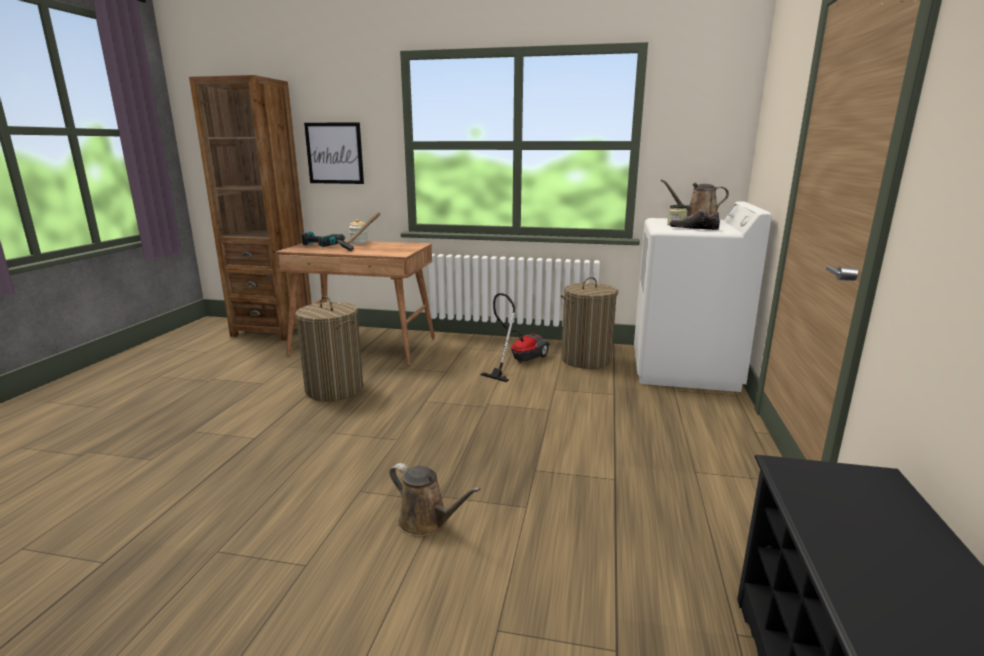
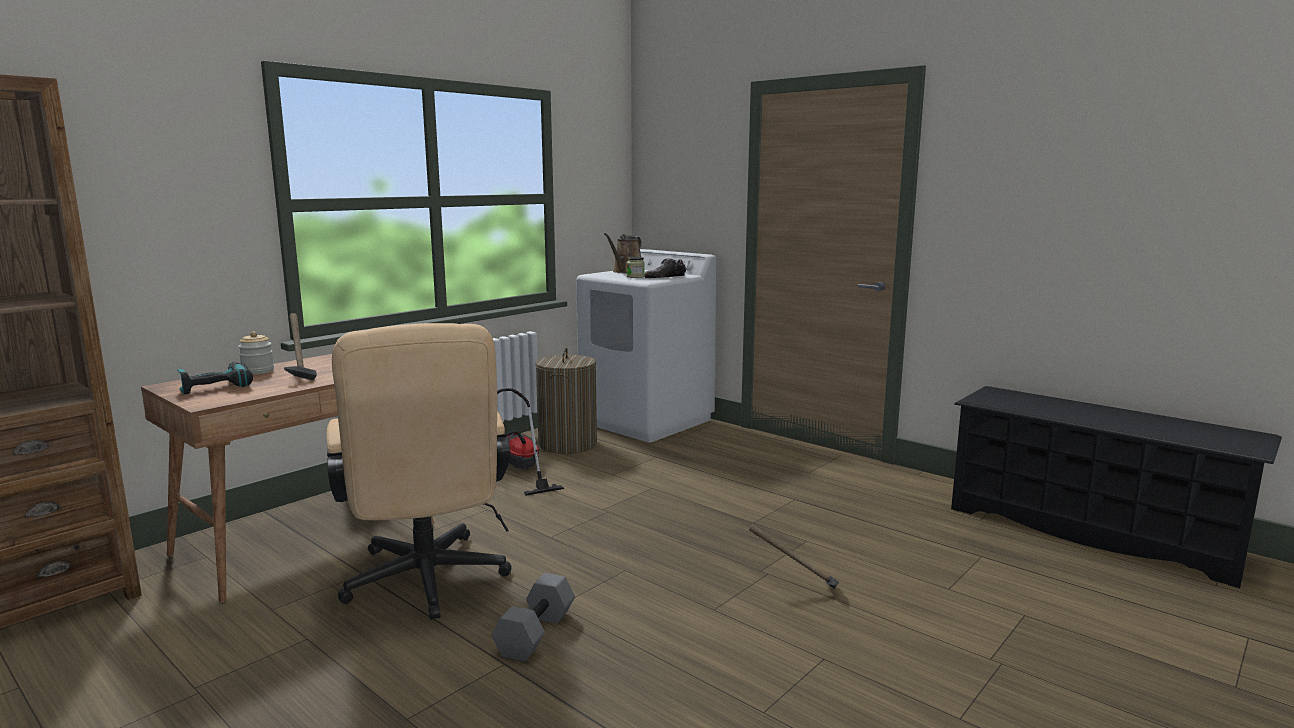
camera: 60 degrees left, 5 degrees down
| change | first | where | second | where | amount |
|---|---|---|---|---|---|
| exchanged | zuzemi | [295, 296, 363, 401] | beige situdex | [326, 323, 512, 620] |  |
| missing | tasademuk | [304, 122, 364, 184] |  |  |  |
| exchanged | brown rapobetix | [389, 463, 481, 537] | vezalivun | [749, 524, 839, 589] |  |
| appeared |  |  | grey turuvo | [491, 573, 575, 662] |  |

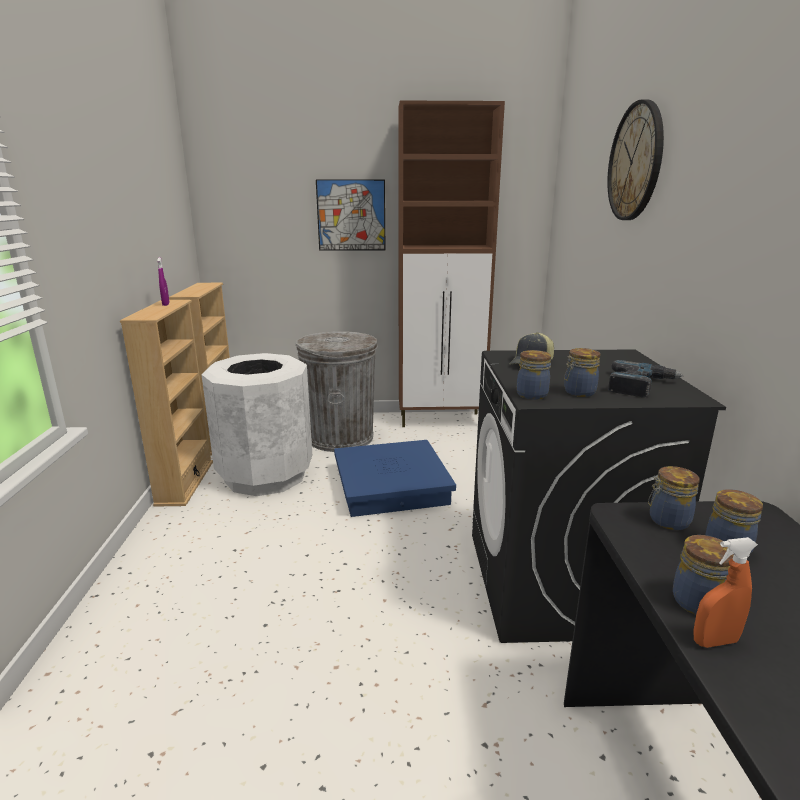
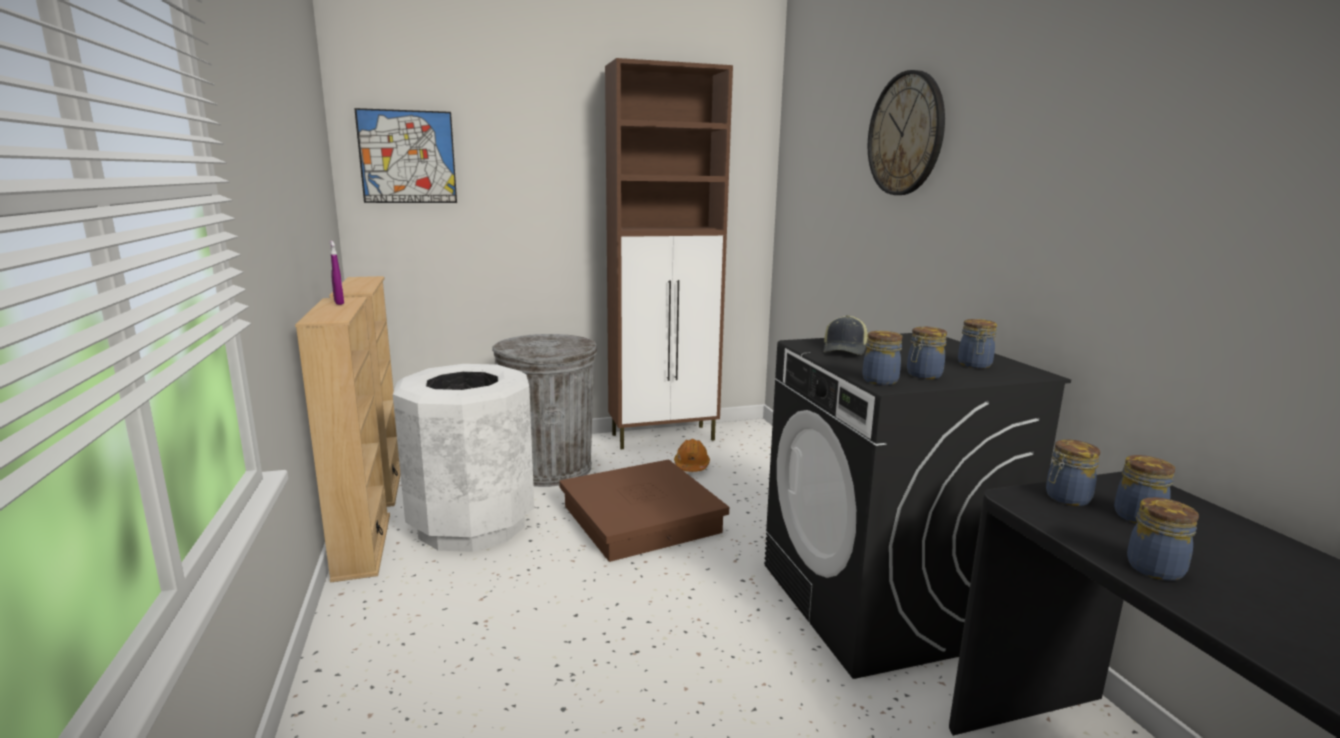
camera: 15 degrees left, 5 degrees down
| change | first | where | second | where | amount |
|---|---|---|---|---|---|
| relocated | tasademuk | [316, 179, 386, 251] |  | [354, 108, 457, 203] |  |
| colour | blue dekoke | [334, 440, 456, 517] | brown dekoke | [559, 460, 729, 562] |  |
| exchanged | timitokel | [608, 360, 684, 397] | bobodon | [958, 319, 997, 369] |  |
| missing | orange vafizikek | [693, 537, 758, 648] |  |  |  |
| appeared |  |  | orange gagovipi | [674, 439, 710, 472] |  |

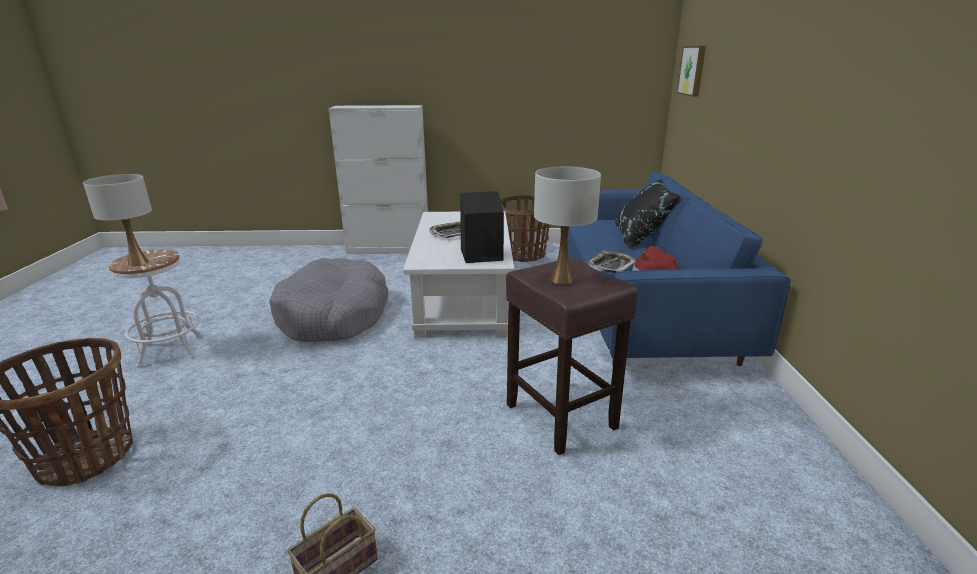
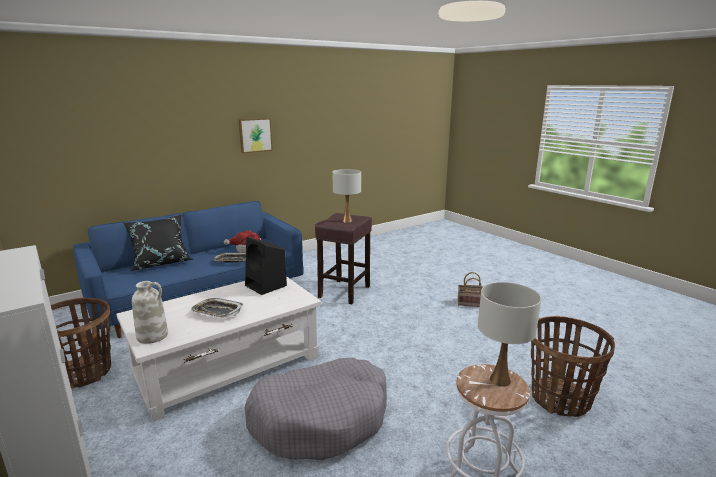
camera: 125 degrees left, 5 degrees down
| change | first | where | second | where | amount |
|---|---|---|---|---|---|
| relocated | tasademuk | [677, 46, 706, 97] |  | [239, 118, 273, 153] |  |
| appeared |  |  | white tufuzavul | [132, 281, 168, 344] |  |

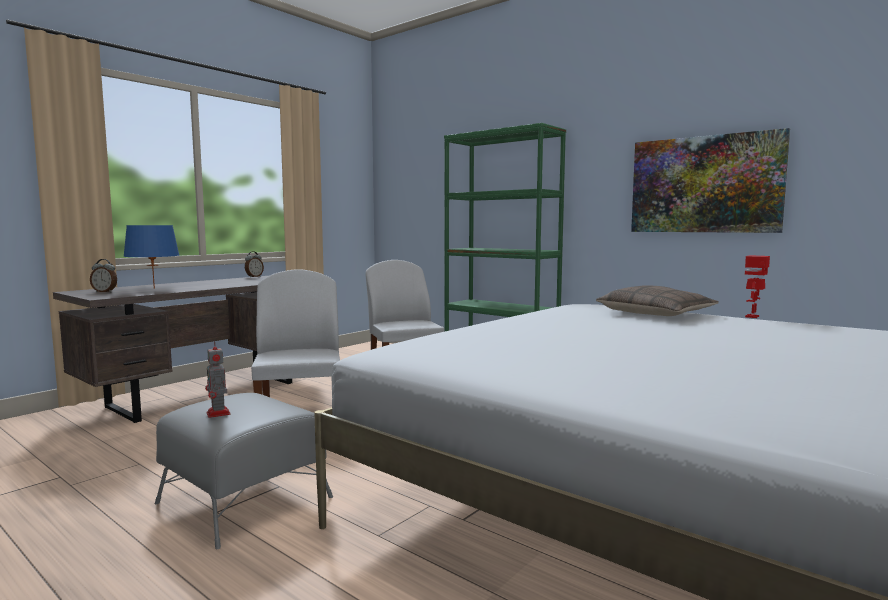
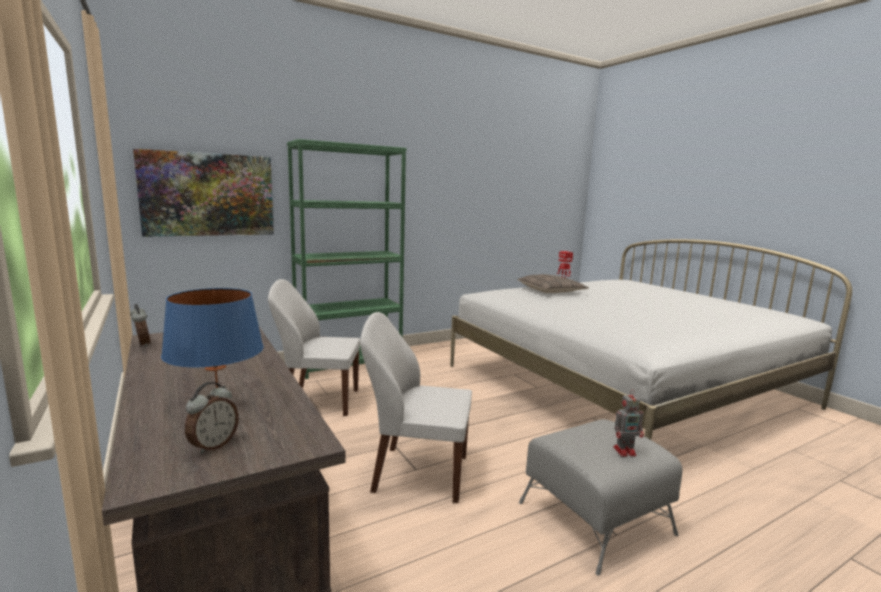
camera: 70 degrees left, 5 degrees up
| change | first | where | second | where | amount |
|---|---|---|---|---|---|
| relocated | tasademuk | [631, 128, 790, 233] |  | [133, 149, 274, 237] |  |

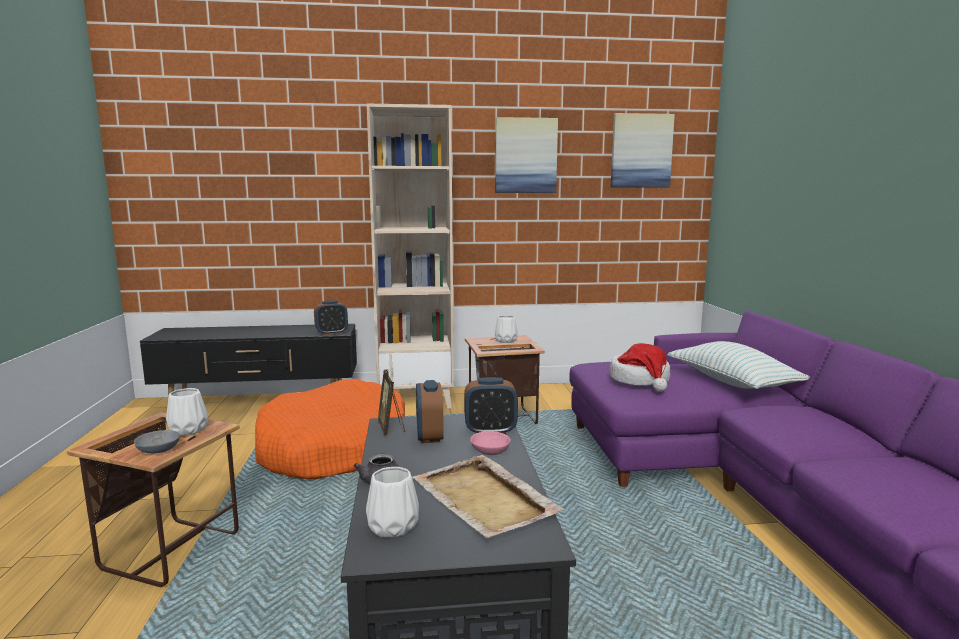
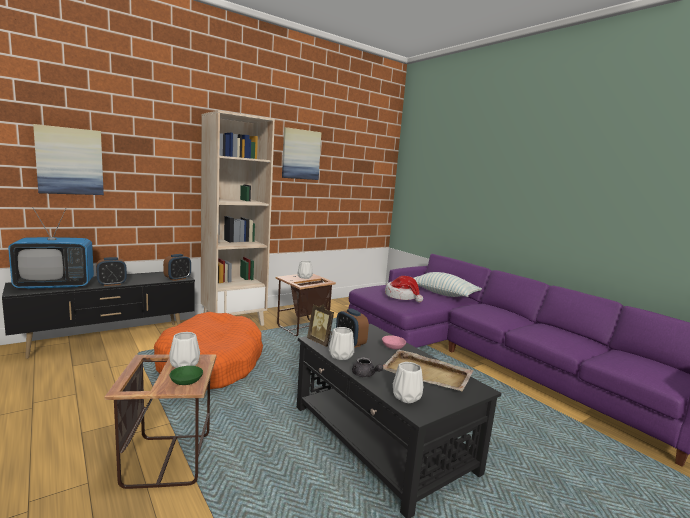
camera: 30 degrees left, 0 degrees up
| change | first | where | second | where | amount |
|---|---|---|---|---|---|
| colour | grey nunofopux | [134, 430, 180, 453] | green nunofopux | [169, 366, 203, 385] |  |
| relocated | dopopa | [464, 377, 518, 434] |  | [96, 257, 127, 286] |  |
| relocated | tasademuk | [611, 113, 675, 188] |  | [33, 124, 104, 195] |  |
| appeared |  |  | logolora | [8, 207, 94, 289] |  |
| appeared |  |  | white tufuzavul | [329, 327, 354, 360] |  |

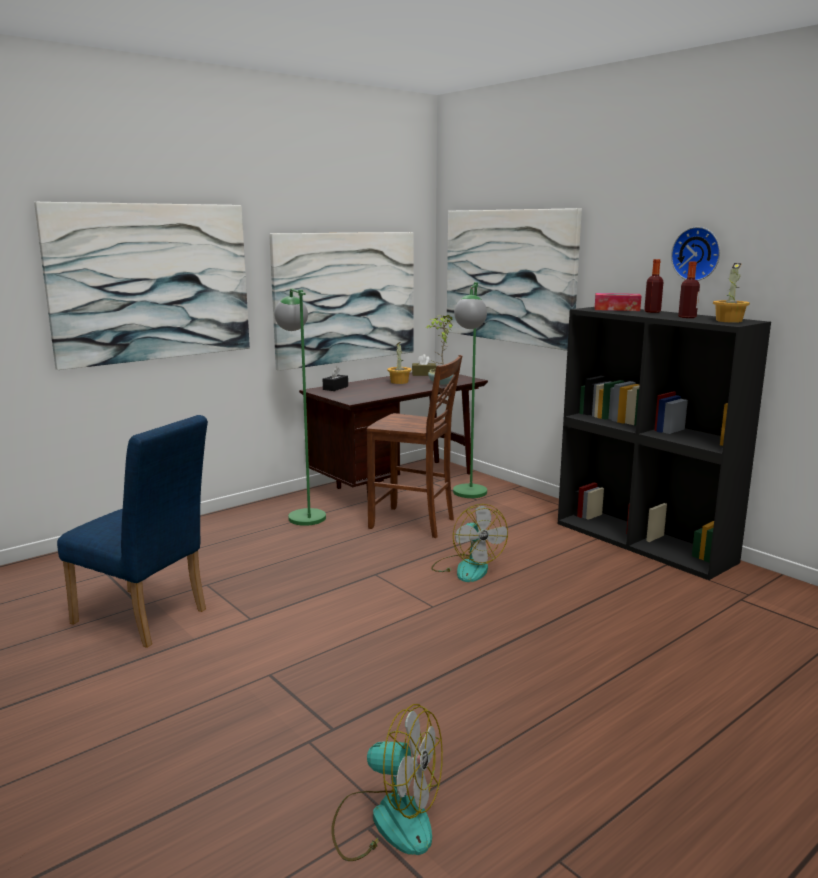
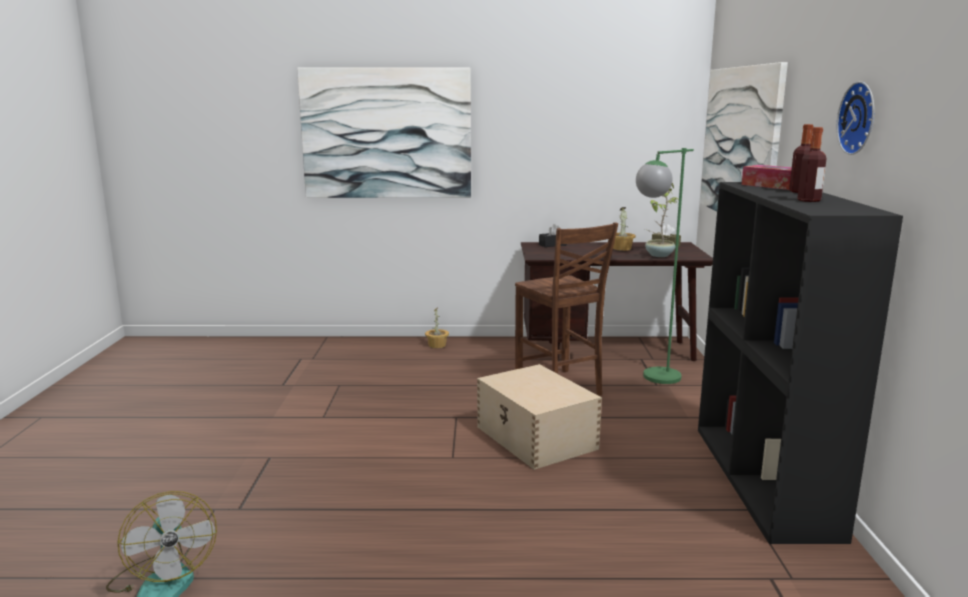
camera: 40 degrees right, 0 degrees up
| change | first | where | second | where | amount |
|---|---|---|---|---|---|
| missing | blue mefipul | [57, 415, 208, 648] |  |  |  |
| missing | tasademuk | [269, 232, 414, 371] |  |  |  |
| missing | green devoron | [274, 288, 326, 526] |  |  |  |
| exchanged | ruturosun | [431, 504, 508, 582] | beige dekoke | [477, 364, 602, 470] |  |
| relocated | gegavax | [713, 263, 750, 323] |  | [425, 307, 449, 348] |  |

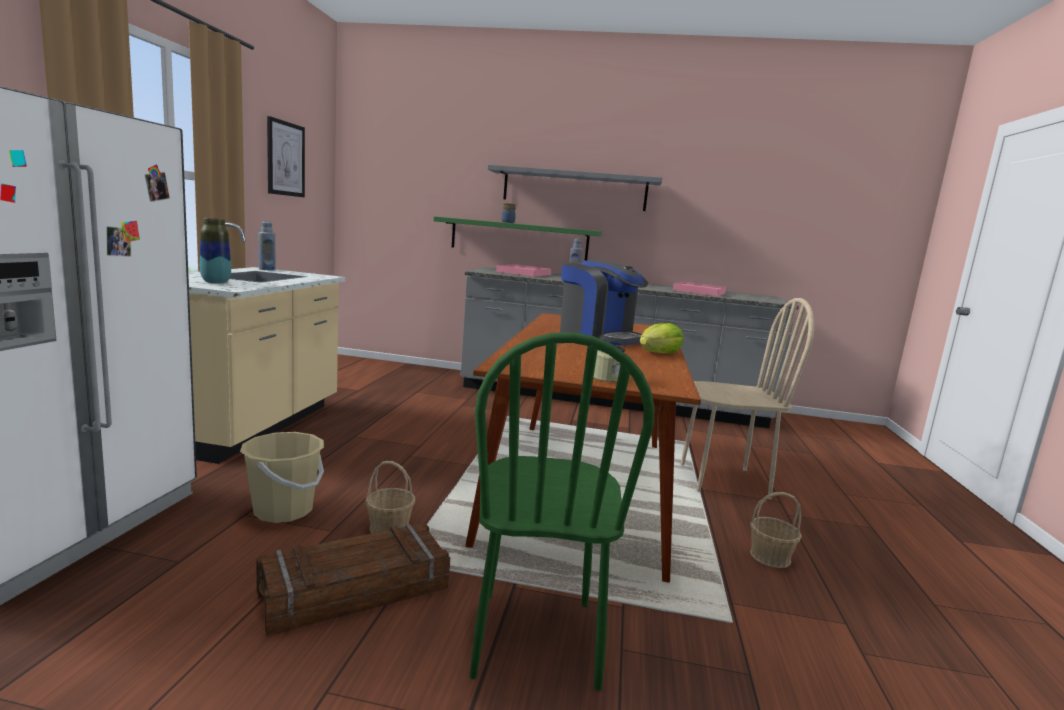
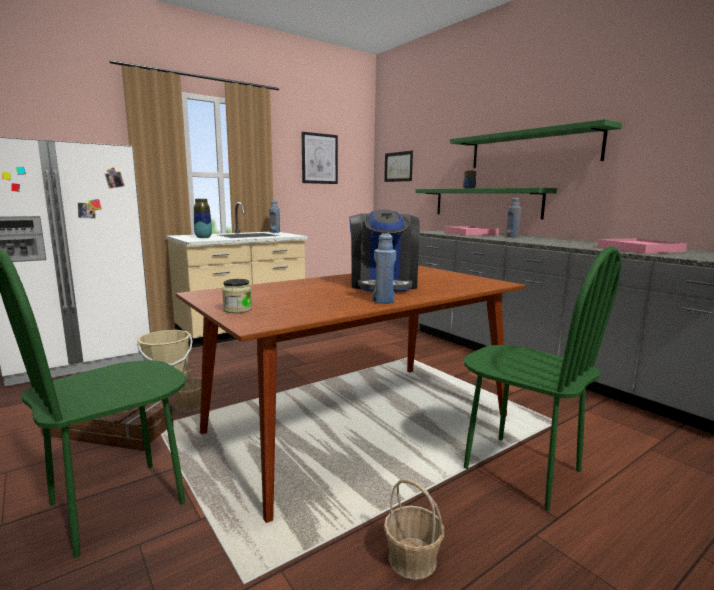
camera: 45 degrees right, 0 degrees up
| change | first | where | second | where | amount |
|---|---|---|---|---|---|
| colour | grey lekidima | [488, 165, 662, 211] | green lekidima | [450, 119, 622, 168] |  |
| exchanged | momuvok | [640, 323, 683, 353] | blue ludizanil | [373, 233, 396, 304] |  |
| colour | beige mefipul | [680, 298, 814, 499] | green mefipul | [464, 246, 621, 511] |  |
| appeared |  |  | tasademuk | [384, 151, 413, 182] |  |

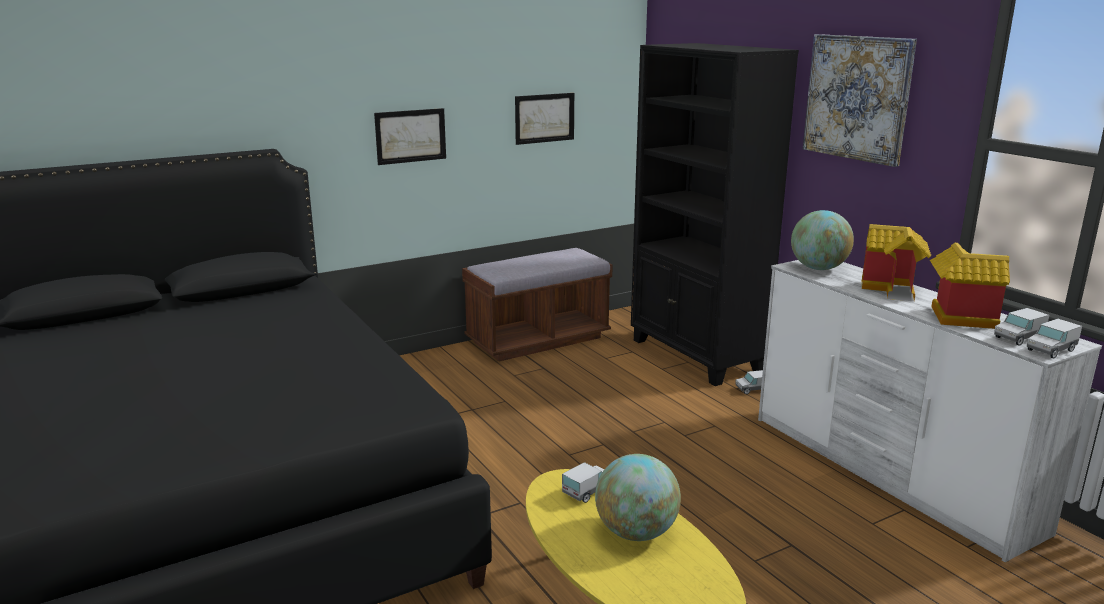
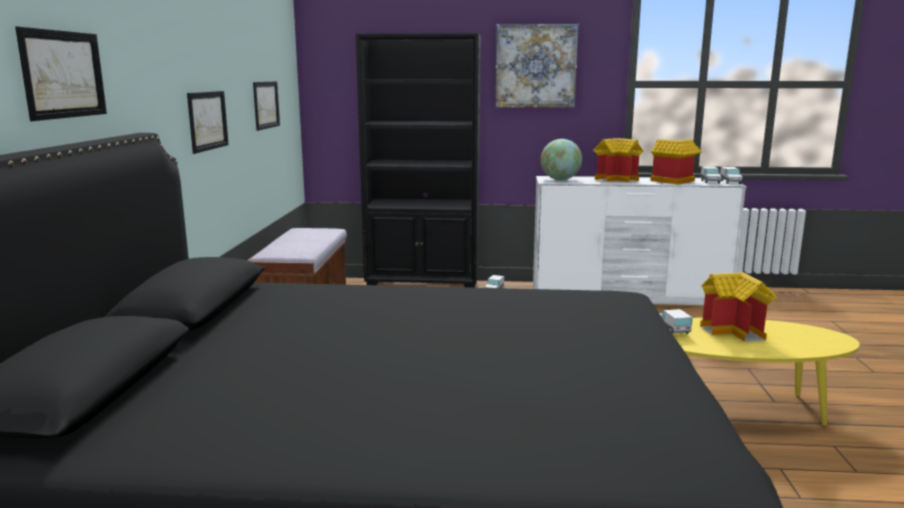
camera: 55 degrees left, 5 degrees down
| change | first | where | second | where | amount |
|---|---|---|---|---|---|
| exchanged | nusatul | [595, 454, 681, 541] | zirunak | [700, 272, 777, 342] |  |
| appeared |  |  | tasademuk | [15, 27, 107, 121] |  |

